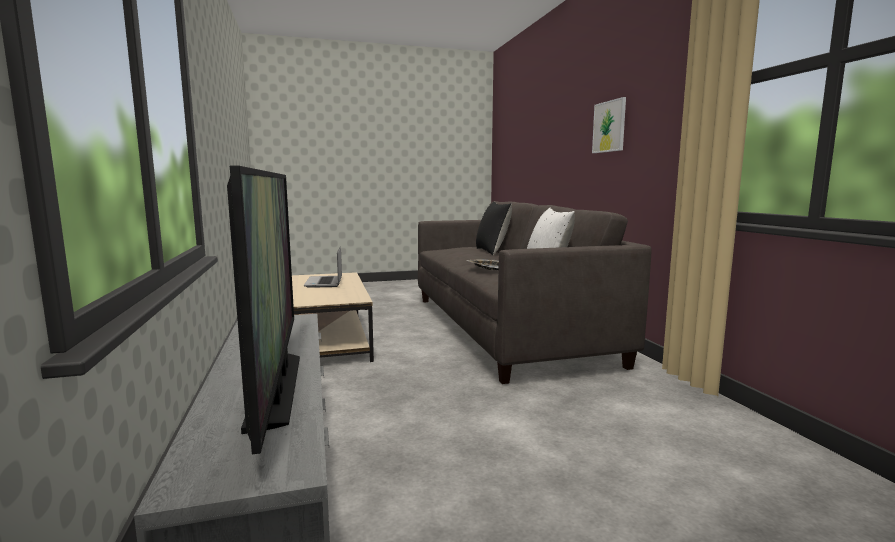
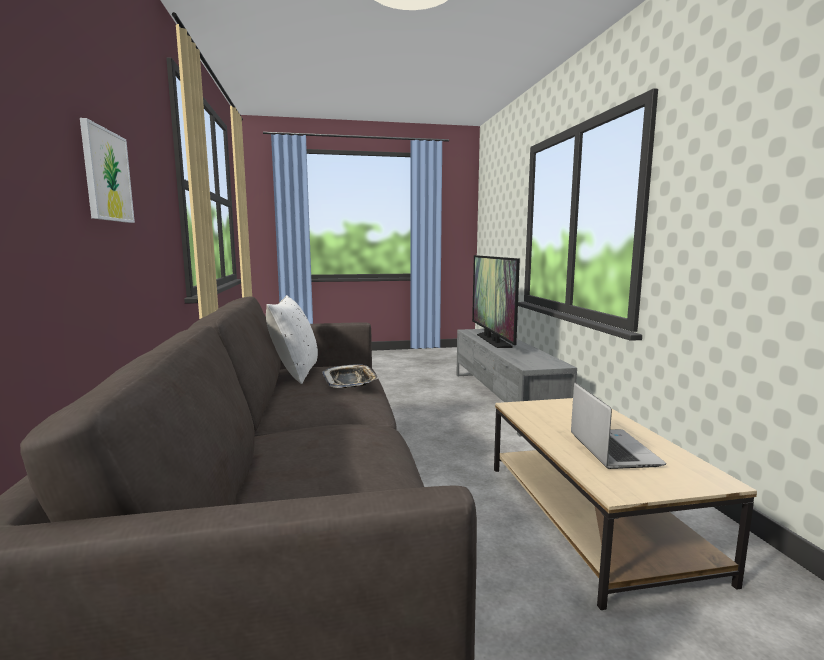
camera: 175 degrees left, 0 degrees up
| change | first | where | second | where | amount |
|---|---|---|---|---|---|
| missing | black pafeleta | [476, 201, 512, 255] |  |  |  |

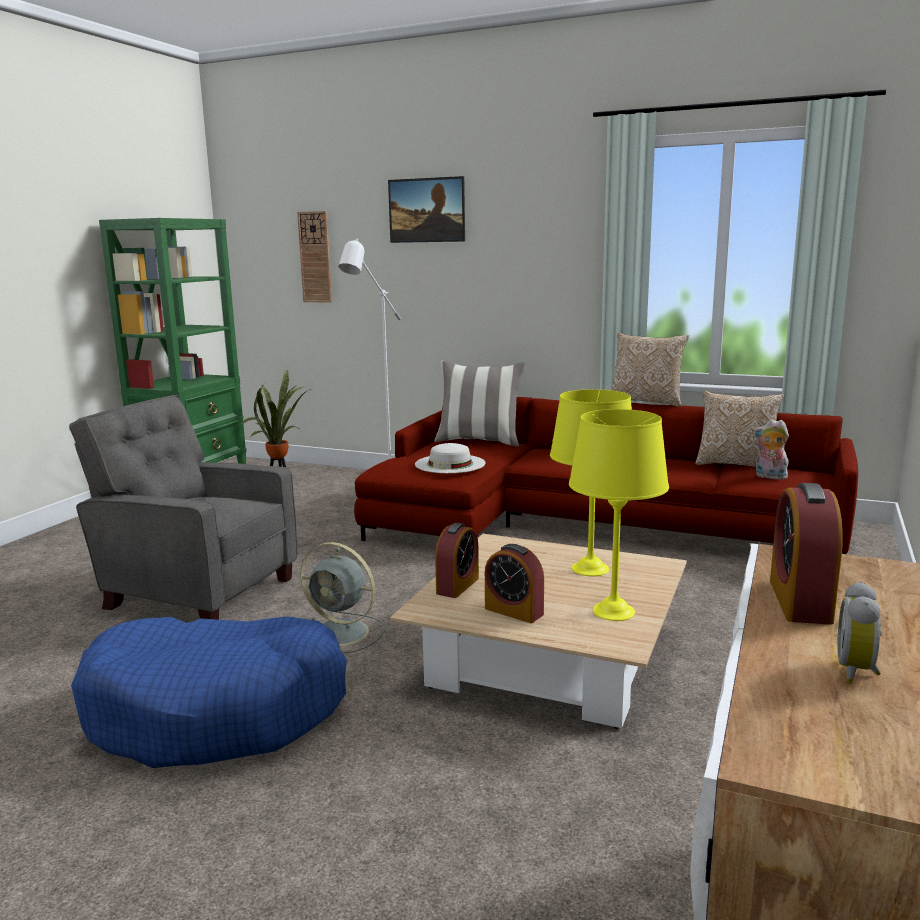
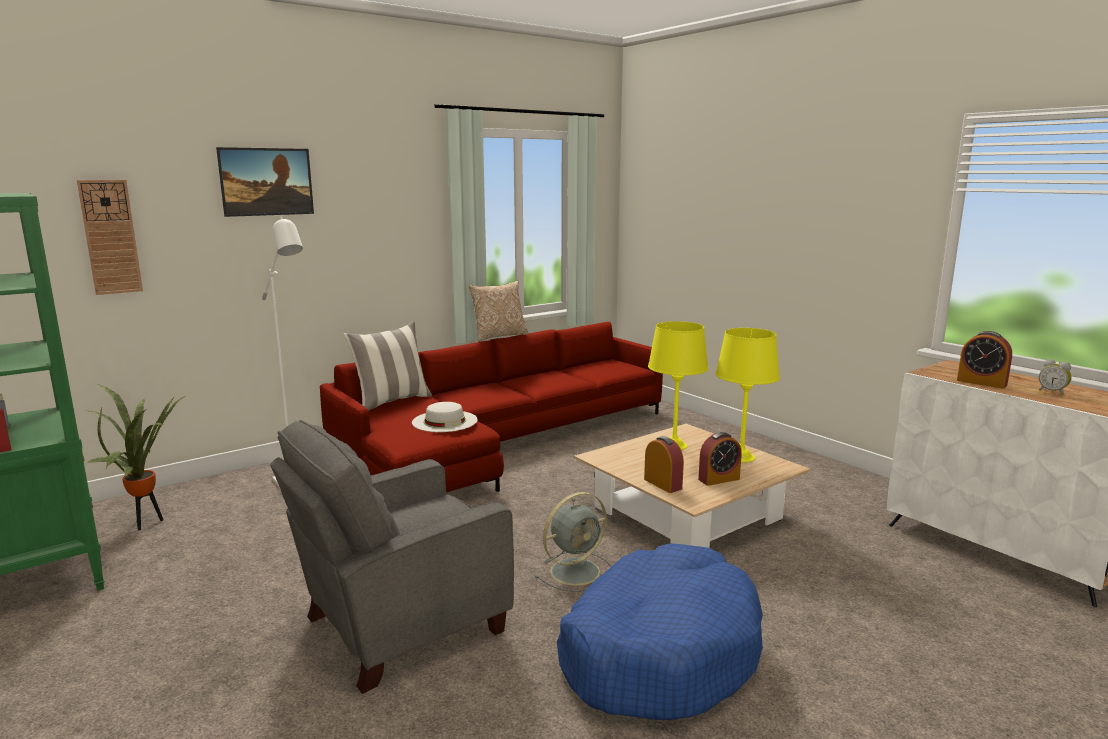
camera: 60 degrees left, 0 degrees up
| change | first | where | second | where | amount |
|---|---|---|---|---|---|
| missing | pafeleta | [695, 391, 784, 467] |  |  |  |
| missing | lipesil | [753, 419, 789, 480] |  |  |  |

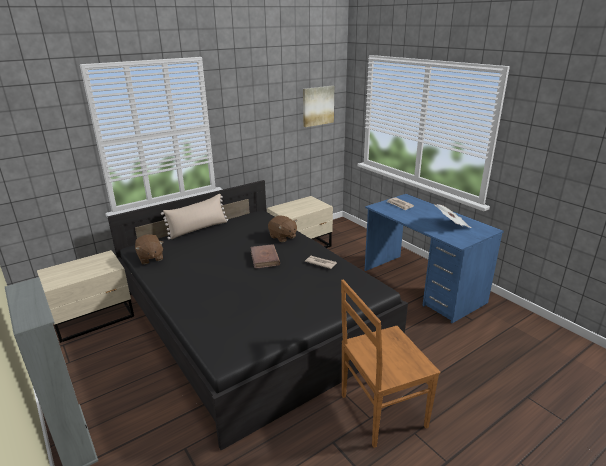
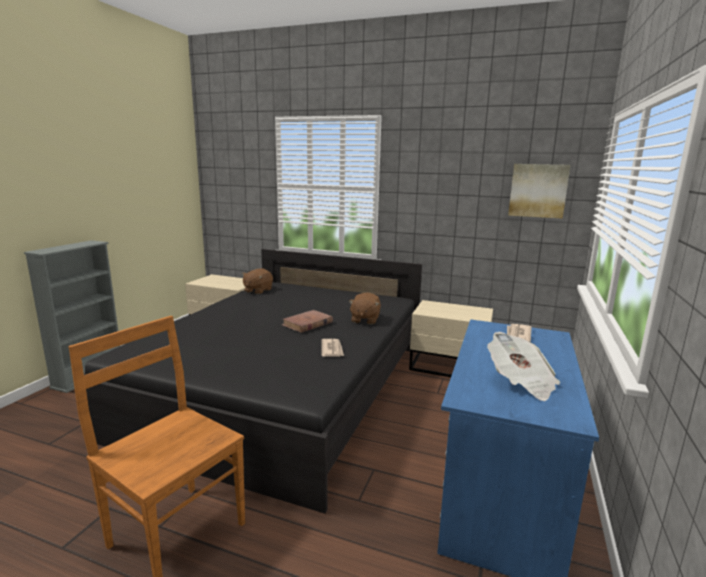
camera: 55 degrees right, 10 degrees down
| change | first | where | second | where | amount |
|---|---|---|---|---|---|
| missing | beige pafeleta | [161, 194, 228, 239] |  |  |  |

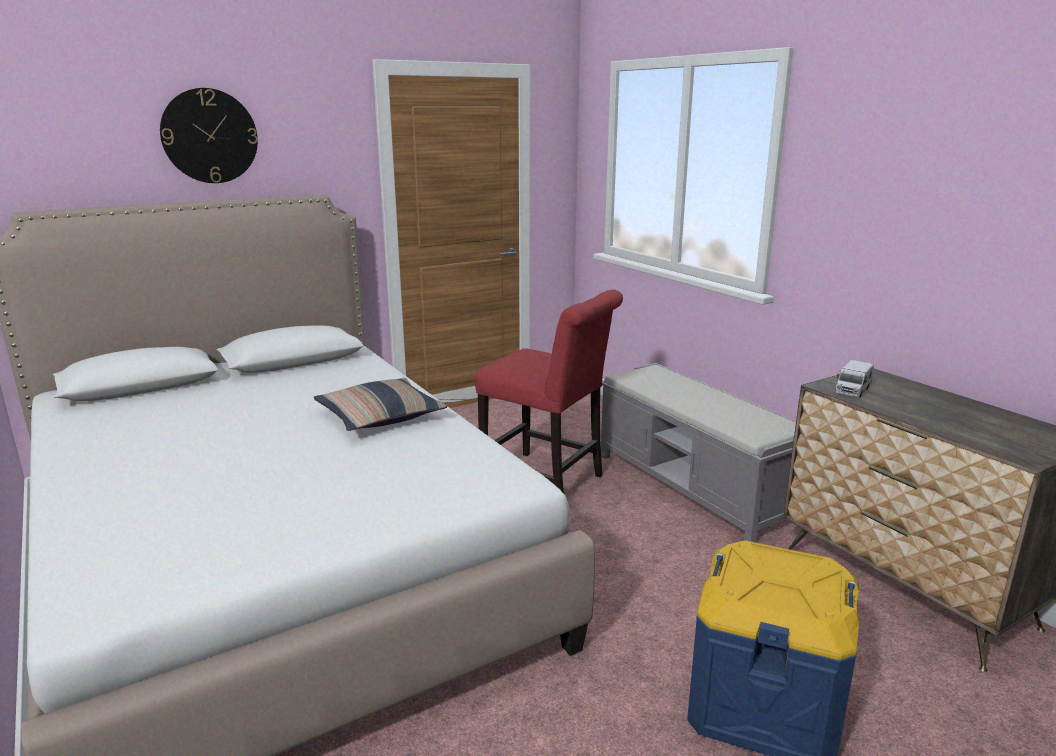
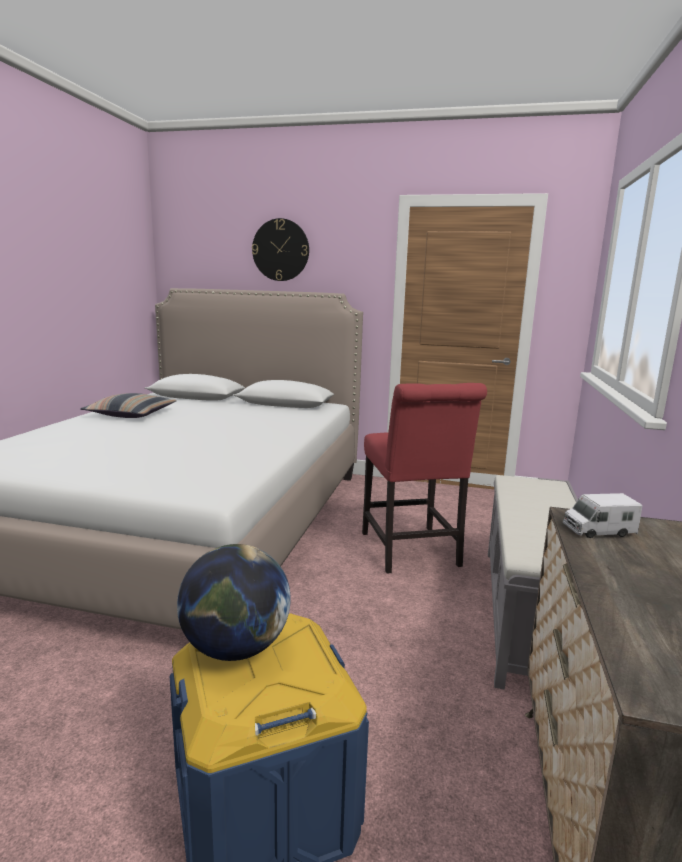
camera: 45 degrees right, 5 degrees down
| change | first | where | second | where | amount |
|---|---|---|---|---|---|
| relocated | pafeleta | [314, 378, 447, 431] |  | [80, 393, 177, 418] |  |
| appeared |  |  | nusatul | [177, 544, 291, 661] |  |

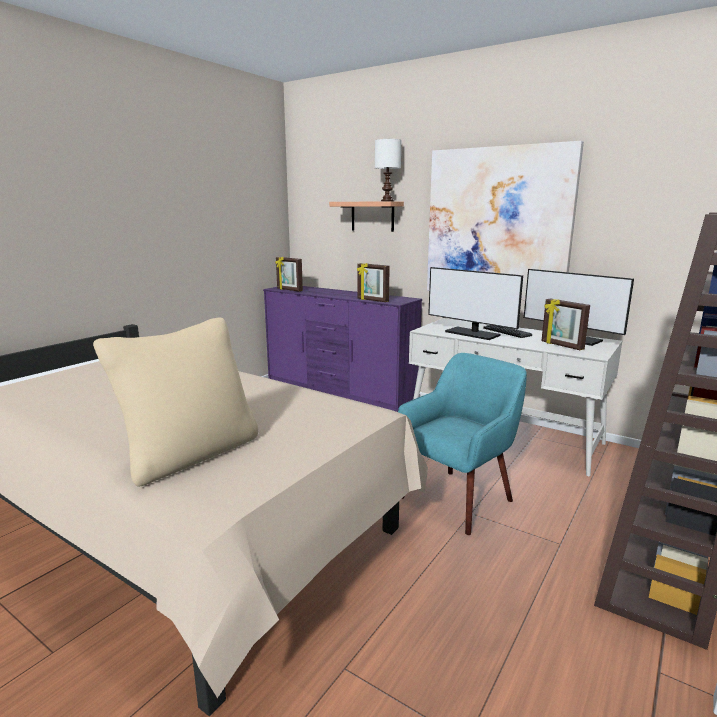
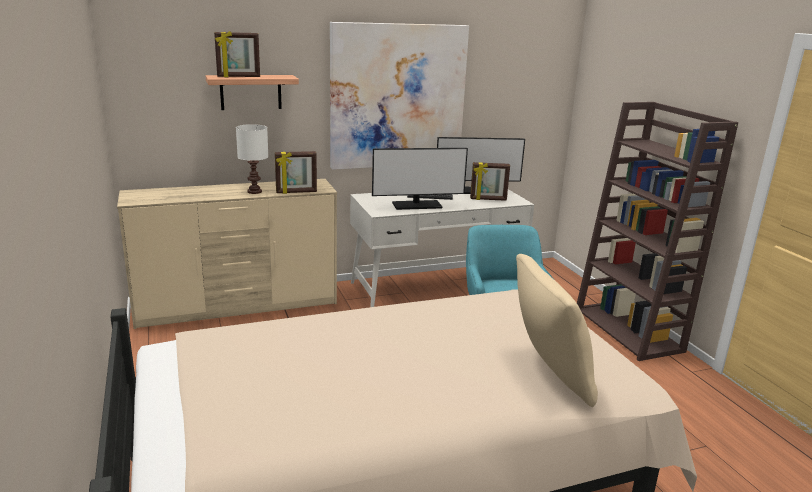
camera: 55 degrees left, 5 degrees up
| change | first | where | second | where | amount |
|---|---|---|---|---|---|
| colour | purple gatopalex | [263, 286, 422, 412] | beige gatopalex | [117, 179, 337, 329] |  |
| relocated | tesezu | [275, 257, 303, 291] |  | [214, 31, 260, 77] |  |
| relocated | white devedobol | [375, 139, 402, 201] |  | [236, 124, 268, 194] |  |

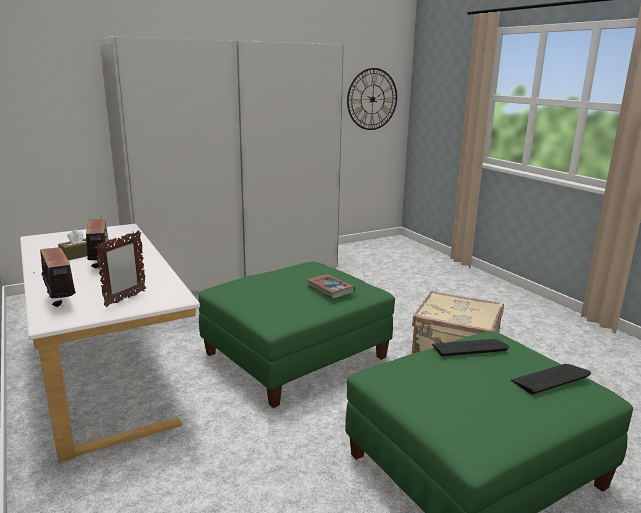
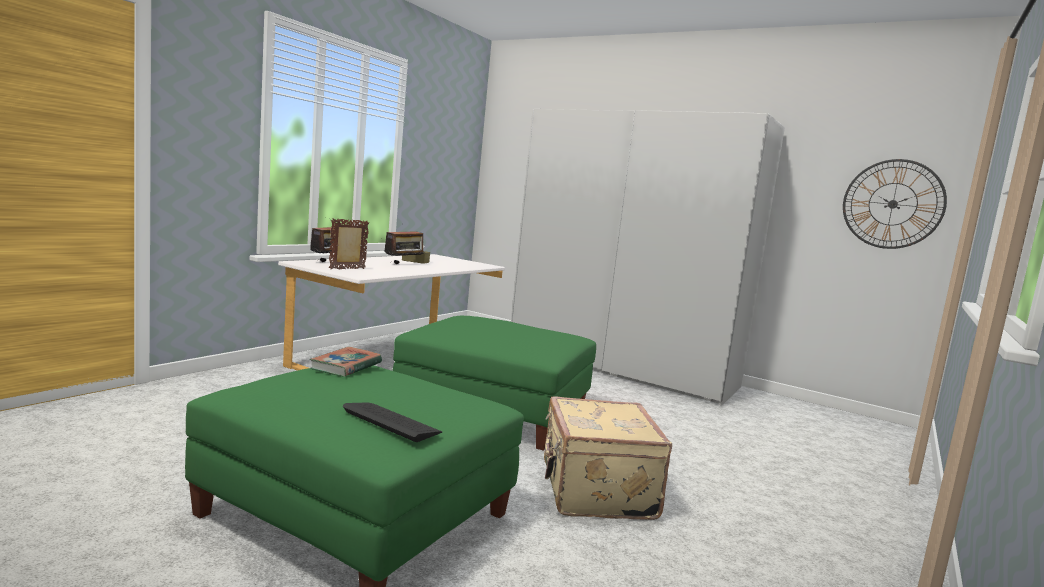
camera: 60 degrees right, 10 degrees down
| change | first | where | second | where | amount |
|---|---|---|---|---|---|
| spun | tesezu | [95, 230, 146, 307] |  | [329, 218, 369, 270] | 135 degrees clockwise |
| relocated | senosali | [307, 274, 355, 299] |  | [310, 347, 382, 377] |  |
| missing | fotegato | [432, 339, 509, 356] |  |  |  |

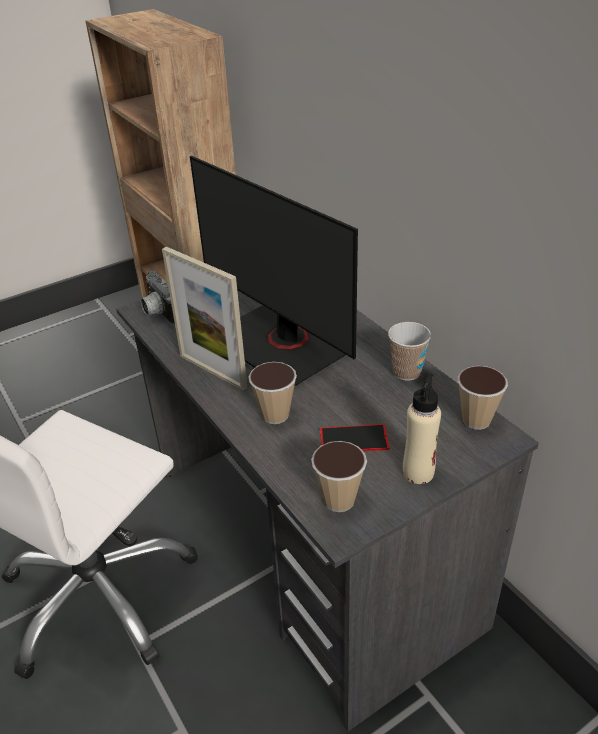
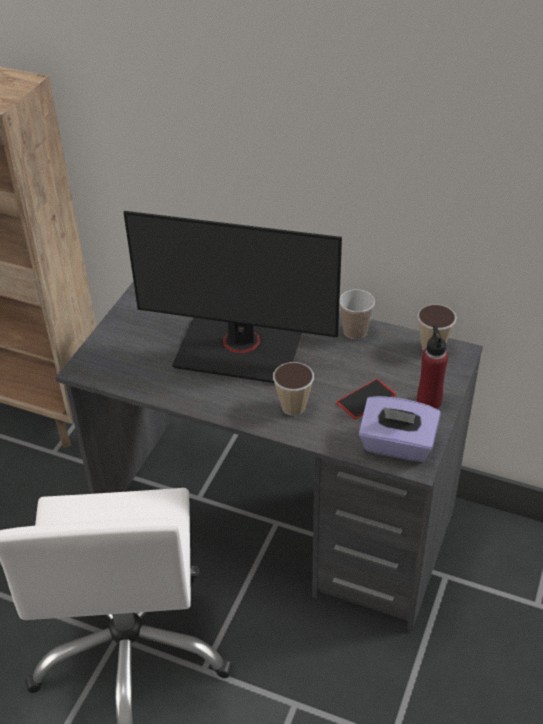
camera: 35 degrees left, 5 degrees up
| change | first | where | second | where | amount |
|---|---|---|---|---|---|
| missing | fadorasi | [141, 270, 175, 325] |  |  |  |
| missing | tesezu | [162, 247, 248, 391] |  |  |  |
| exchanged | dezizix | [311, 441, 367, 512] | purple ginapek | [359, 396, 441, 462] |  |
| colour | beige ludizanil | [403, 373, 441, 484] | red ludizanil | [417, 326, 448, 409] |  |

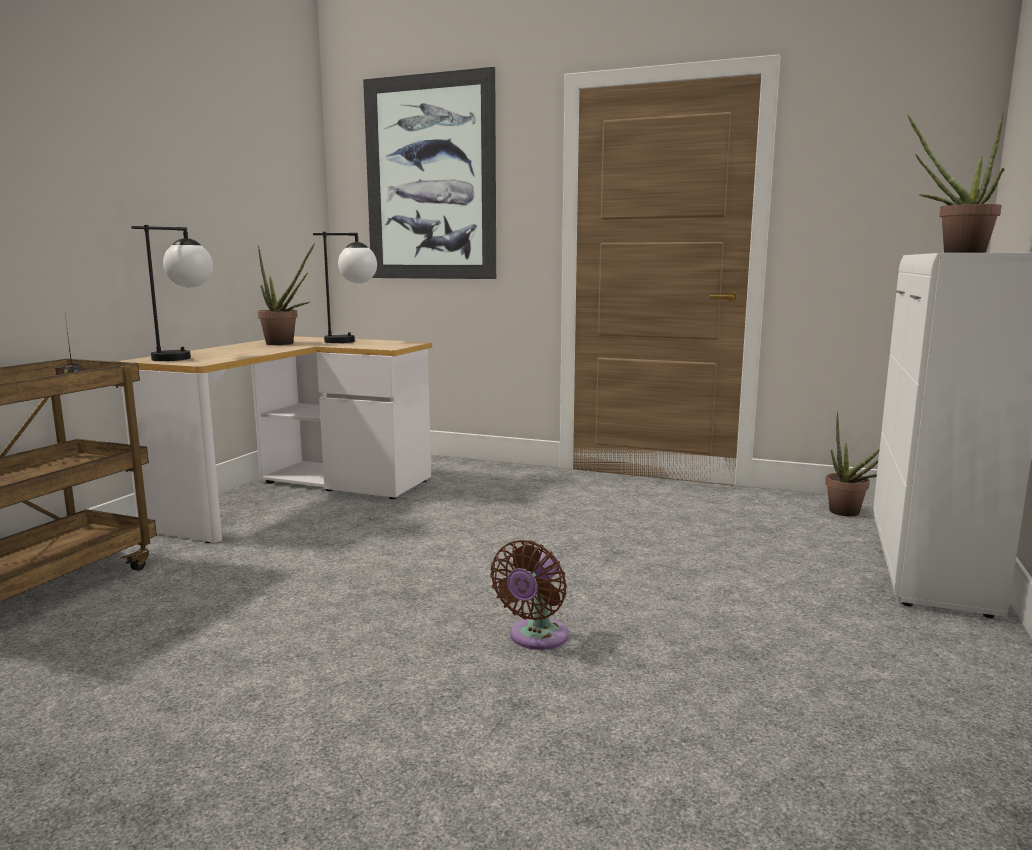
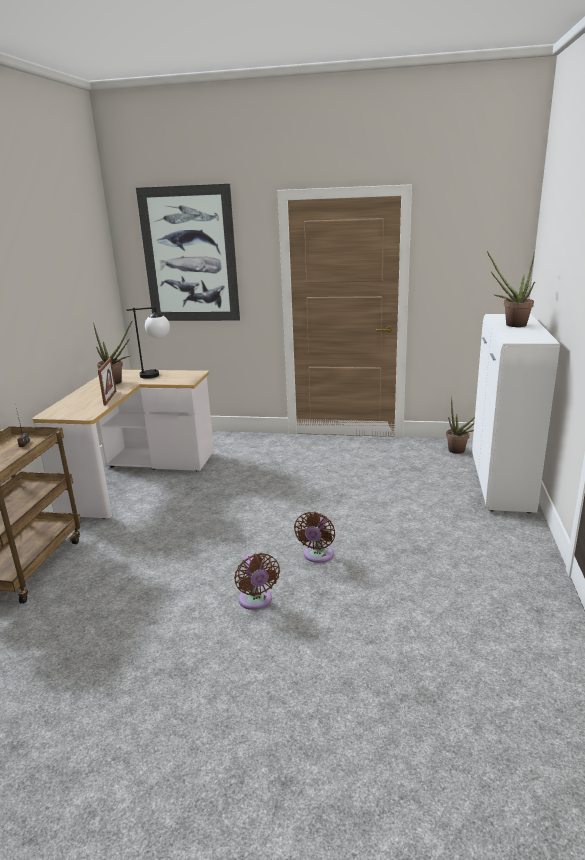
camera: 10 degrees left, 10 degrees up
| change | first | where | second | where | amount |
|---|---|---|---|---|---|
| missing | devedobol | [131, 225, 213, 361] |  |  |  |
| appeared |  |  | tesezu | [98, 358, 116, 406] |  |
| appeared |  |  | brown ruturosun | [234, 553, 280, 610] |  |

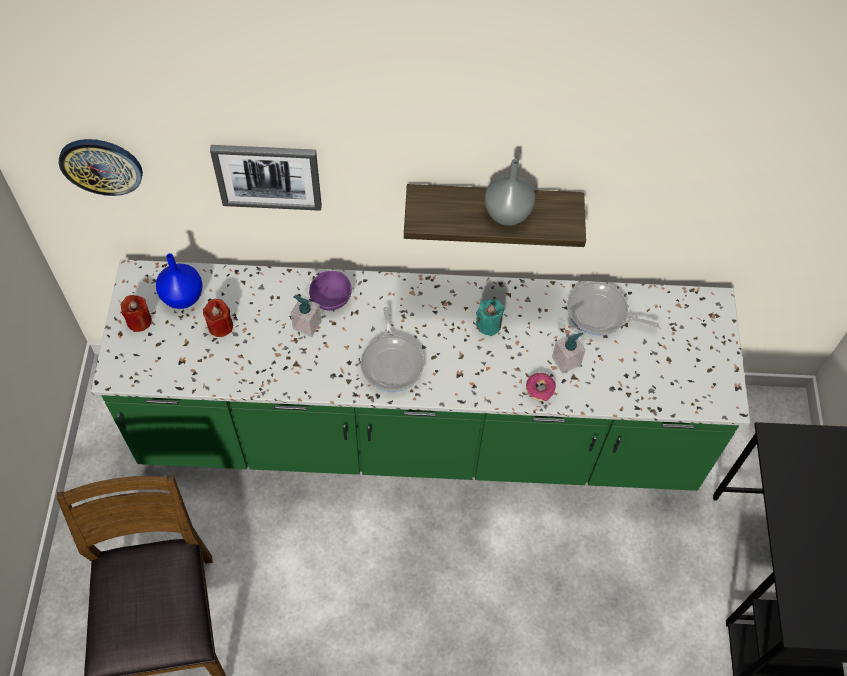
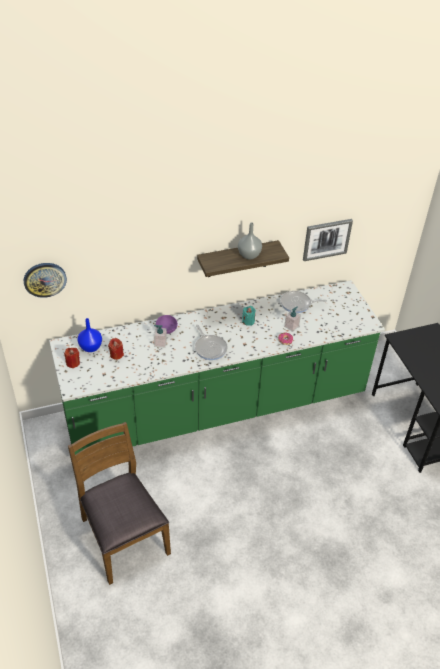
camera: 20 degrees left, 15 degrees down
| change | first | where | second | where | amount |
|---|---|---|---|---|---|
| relocated | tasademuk | [210, 145, 322, 211] |  | [303, 219, 353, 261] |  |

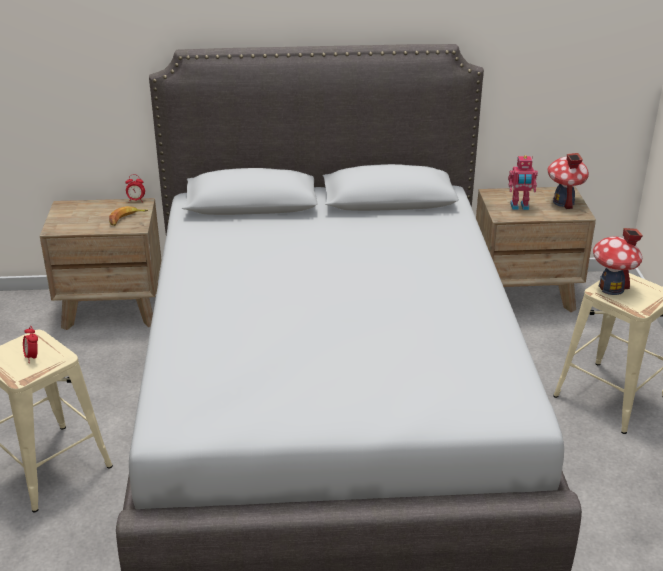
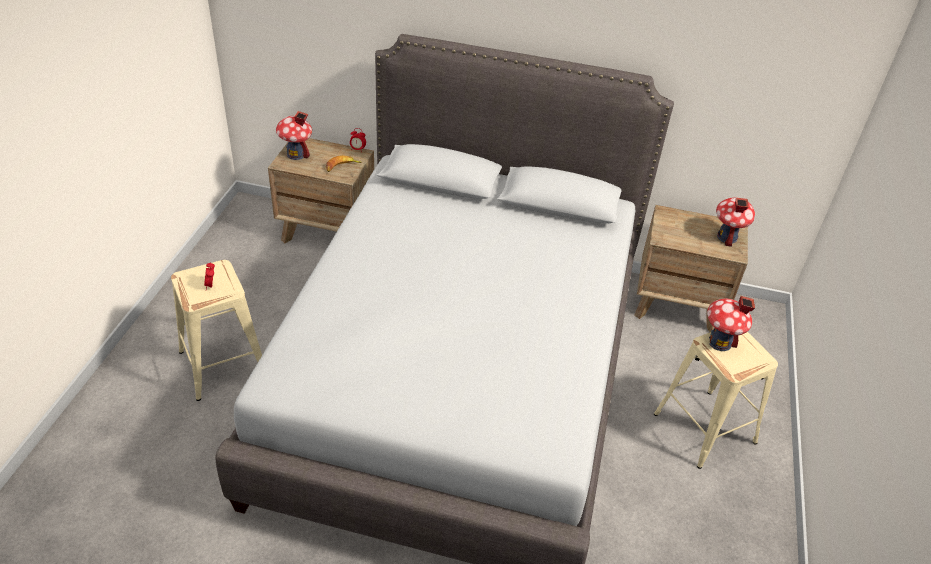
camera: 15 degrees right, 10 degrees up
| change | first | where | second | where | amount |
|---|---|---|---|---|---|
| missing | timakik | [508, 155, 538, 210] |  |  |  |
| appeared |  |  | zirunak | [276, 111, 312, 160] |  |

